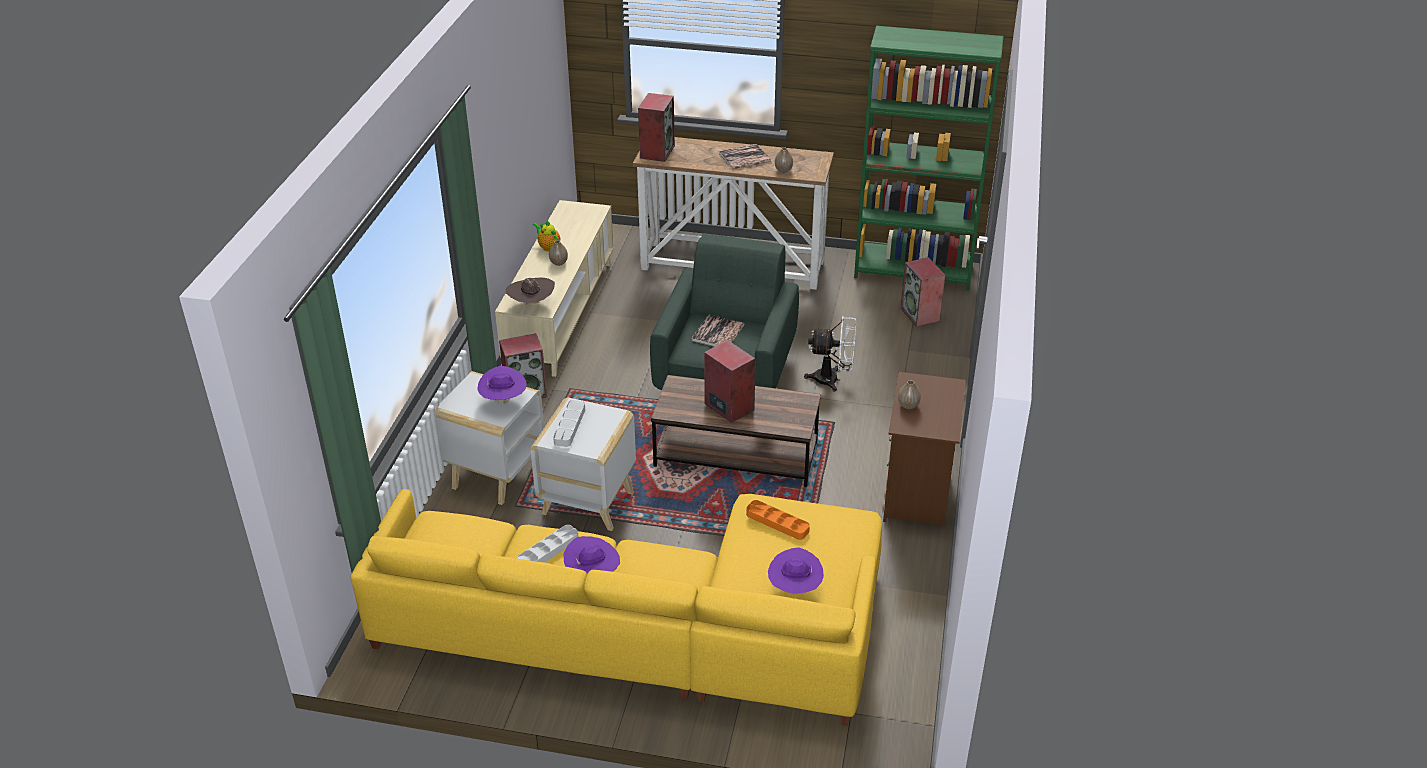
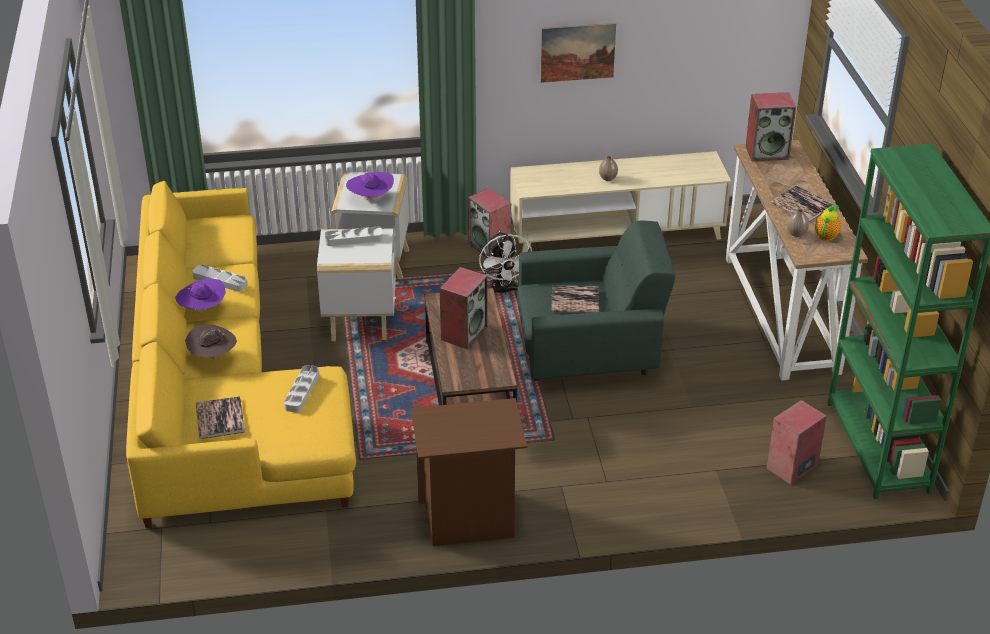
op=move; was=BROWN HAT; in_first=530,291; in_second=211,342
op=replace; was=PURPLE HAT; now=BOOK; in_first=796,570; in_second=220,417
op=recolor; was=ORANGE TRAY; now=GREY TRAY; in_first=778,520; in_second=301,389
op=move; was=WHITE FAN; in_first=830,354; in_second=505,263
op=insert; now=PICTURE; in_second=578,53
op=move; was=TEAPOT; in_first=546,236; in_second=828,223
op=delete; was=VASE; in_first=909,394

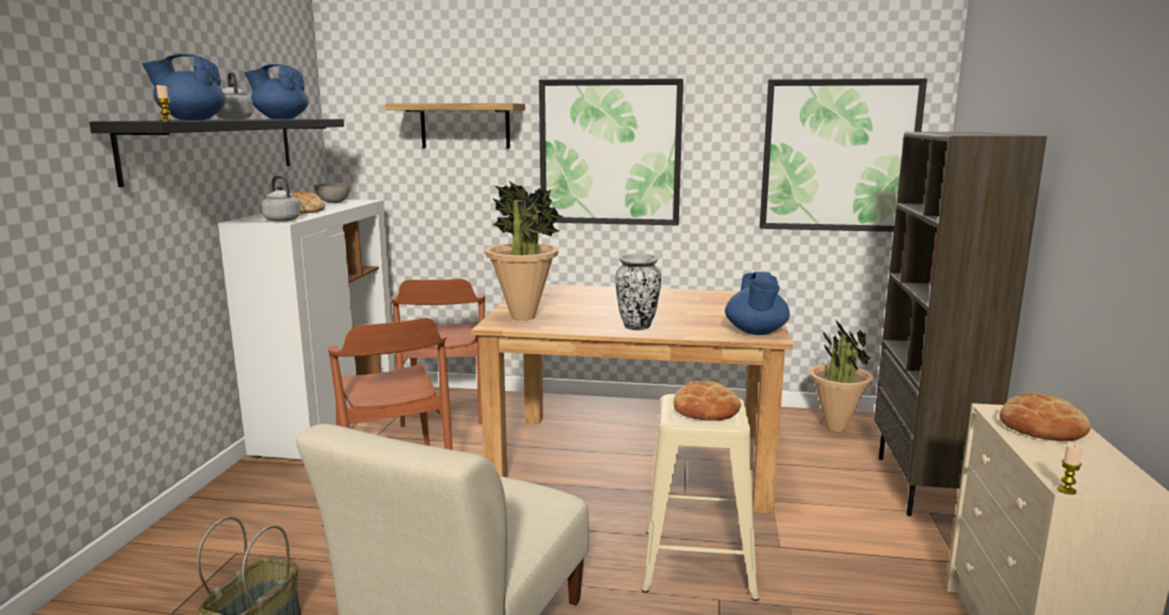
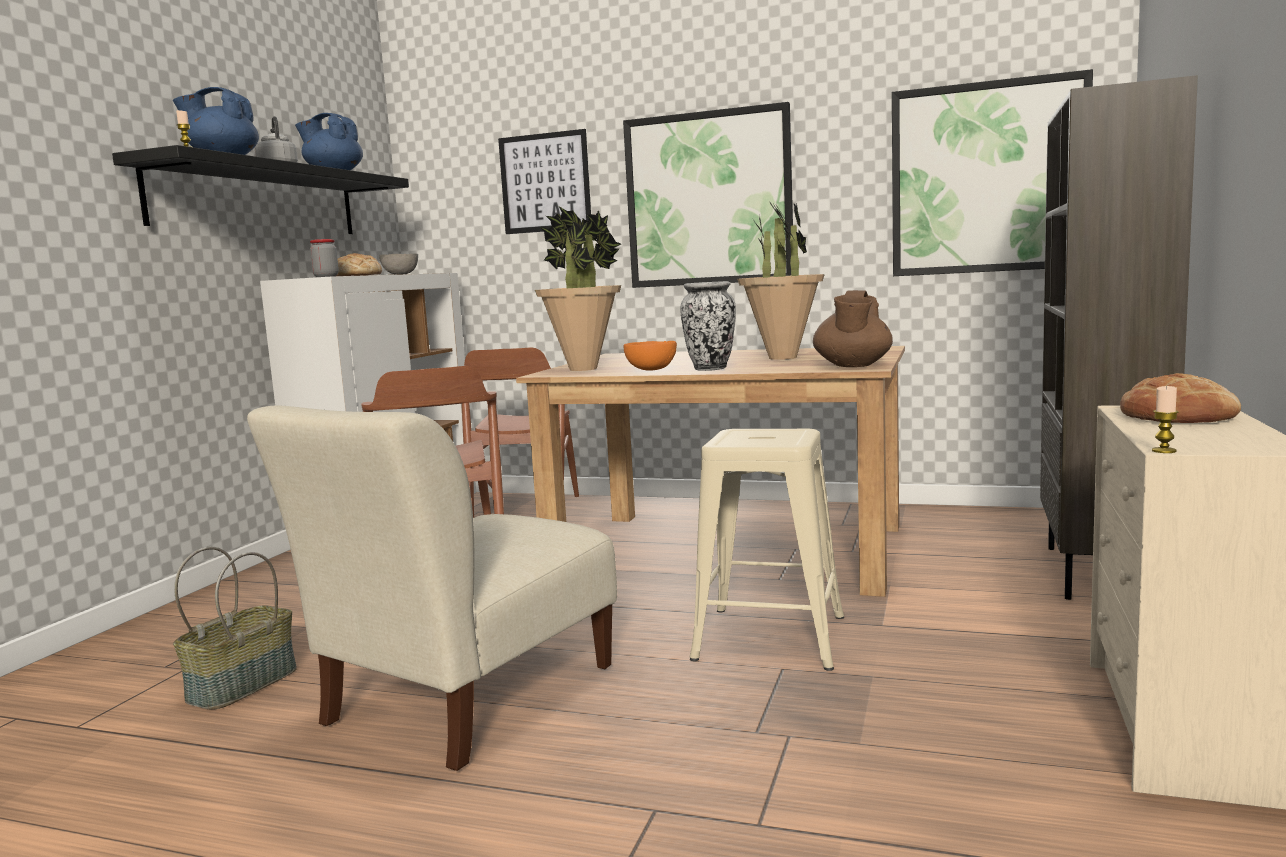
op=replace; was=GREY KETTLE; now=JAR; in_first=281,199; in_second=324,258
op=replace; was=SHELF; now=PICTURE; in_first=455,126; in_second=544,181
op=insert; now=ORANGE BOWL; in_second=650,356
op=move; was=POTTED PLANT; in_first=841,376; in_second=781,280
op=recolor; was=BLUE TEAPOT; now=BROWN TEAPOT; in_first=757,303; in_second=853,328
op=delete; was=BREAD; in_first=707,401

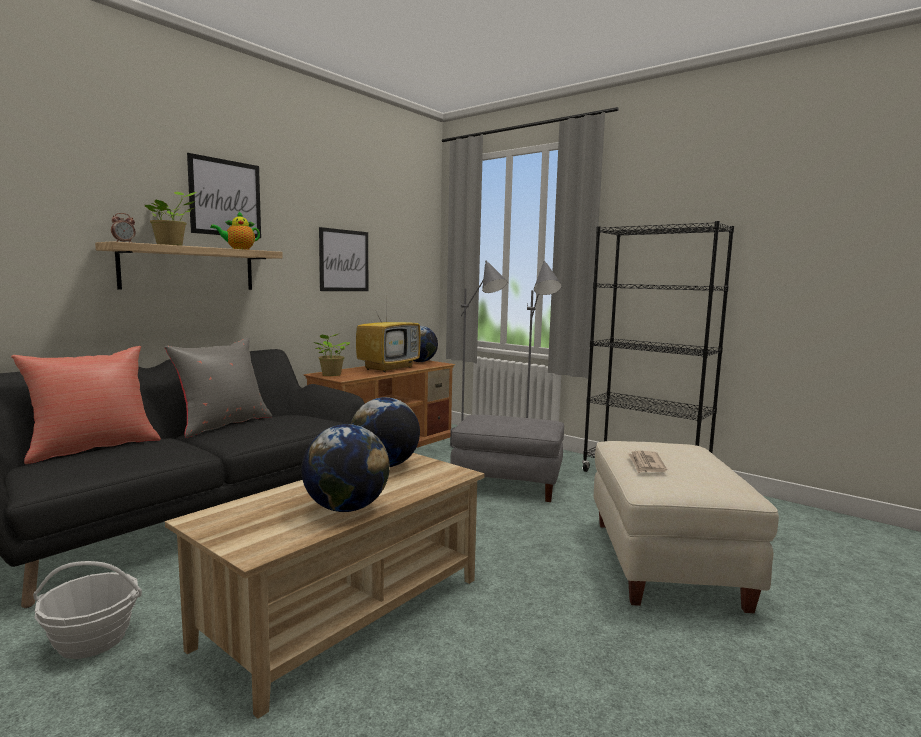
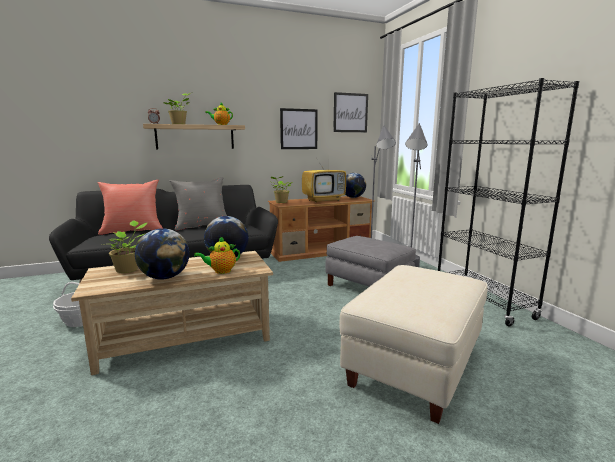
op=insert; now=POTTED PLANT; in_second=128,246
op=insert; now=TEAPOT; in_second=217,255
op=move; was=PICTURE; in_first=224,195; in_second=350,112
op=delete; was=NEWSPAPER; in_first=647,462

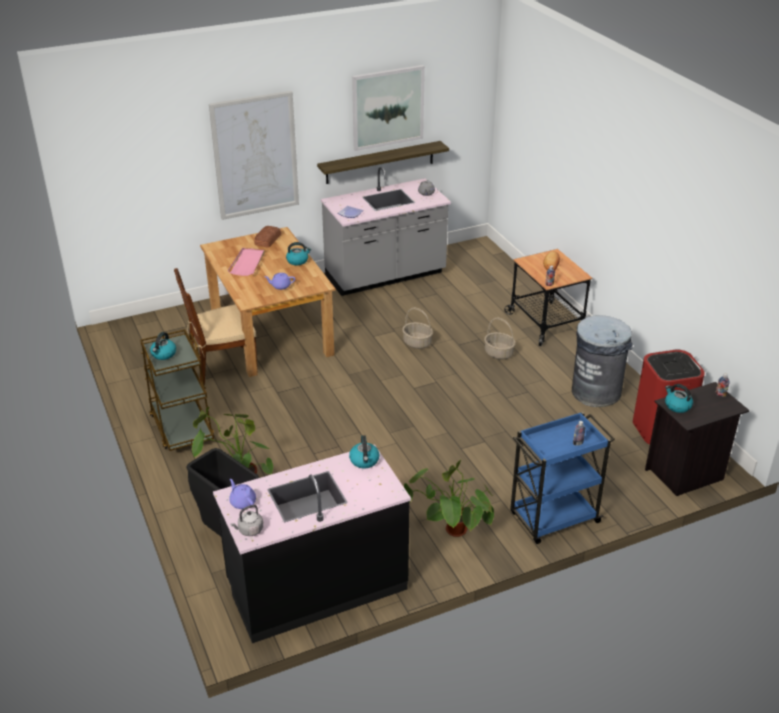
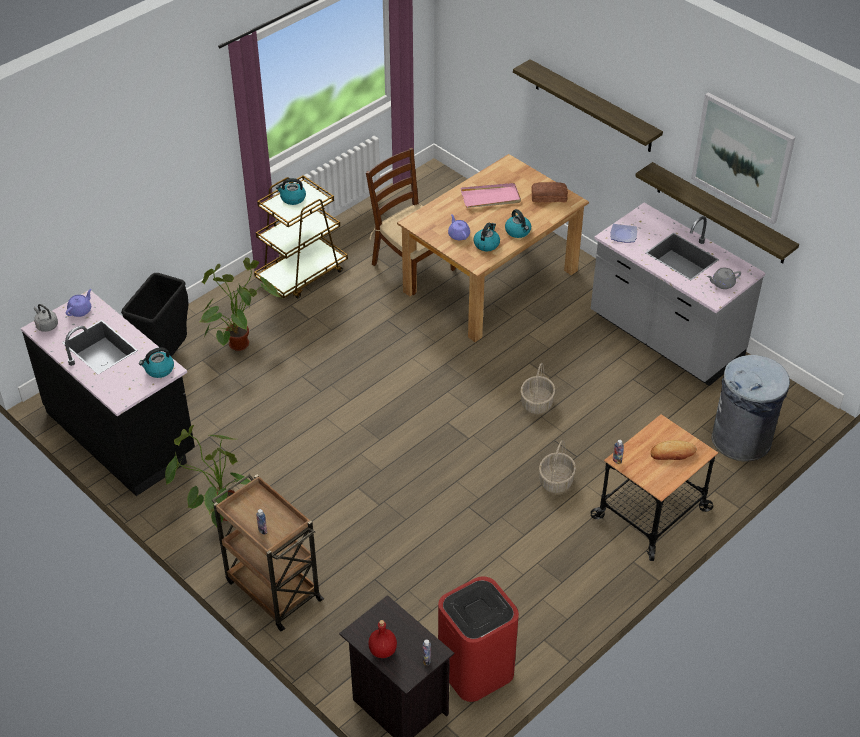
op=recolor; was=BLUE CART; now=BROWN CART; in_first=562,478; in_second=268,552
op=insert; now=RED BOTTLE; in_second=382,639
op=move; was=KETTLE; in_first=679,398; in_second=486,237
op=replace; was=PICTURE; now=SHELF; in_first=254,155; in_second=588,105
op=move; was=GREY TRASH CAN; in_first=602,361; in_second=751,408

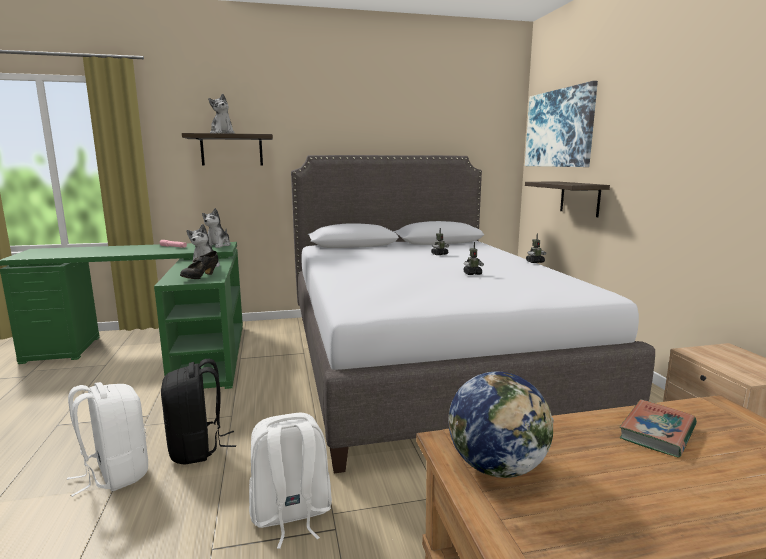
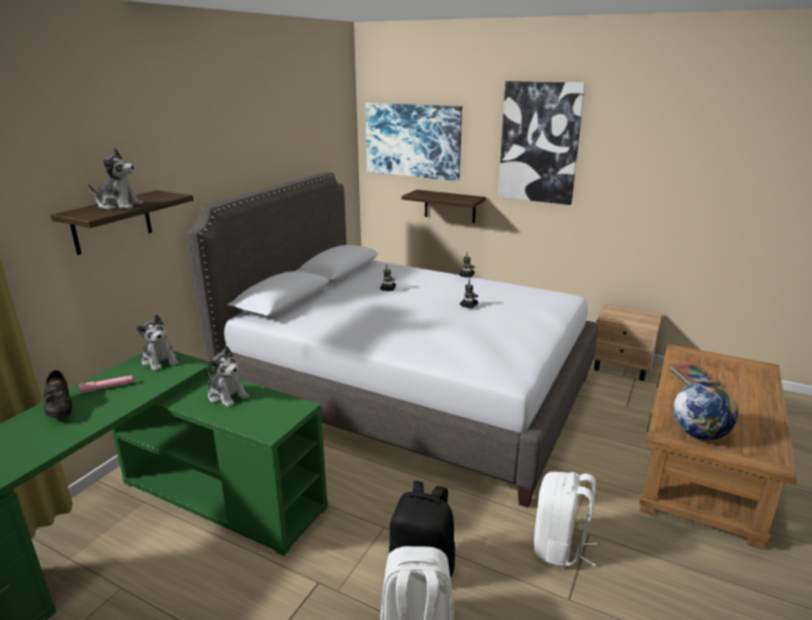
op=move; was=BLACK SHOE; in_first=199,265; in_second=57,394
op=insert; now=PICTURE; in_second=541,143

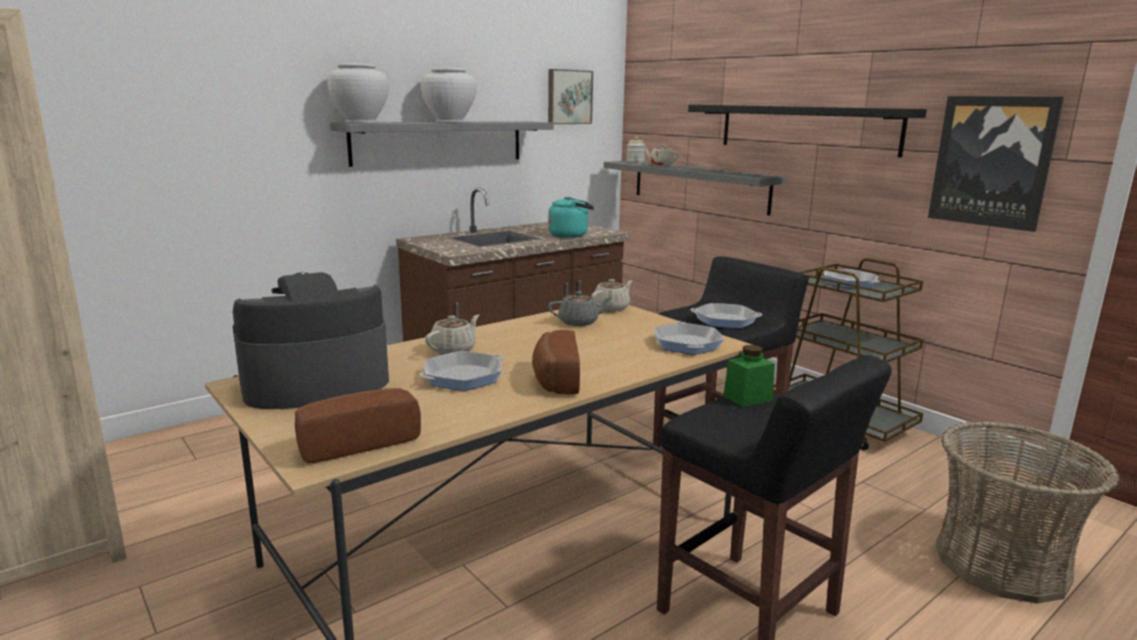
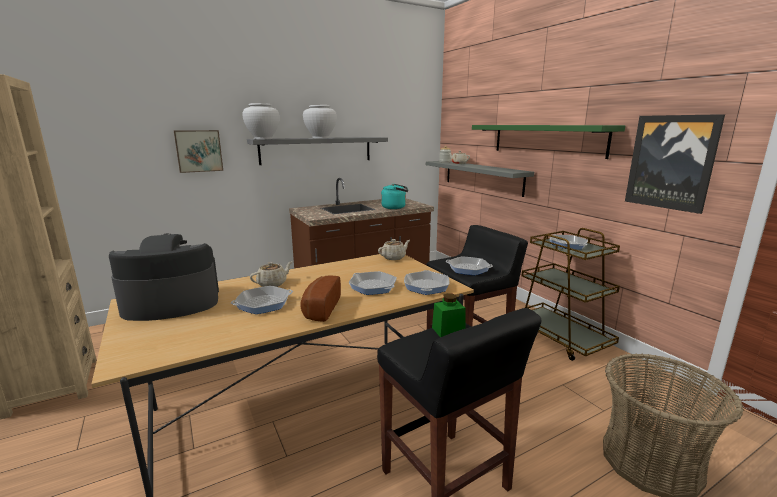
op=move; was=PICTURE; in_first=570,96; in_second=198,151
op=insert; now=FRYING PAN; in_second=372,283
op=recolor; was=BLACK SHELF; now=GREEN SHELF; in_first=807,131; in_second=548,142
op=delete; was=BREAD; in_first=358,425
op=delete; was=GREY TEAPOT; in_first=580,308

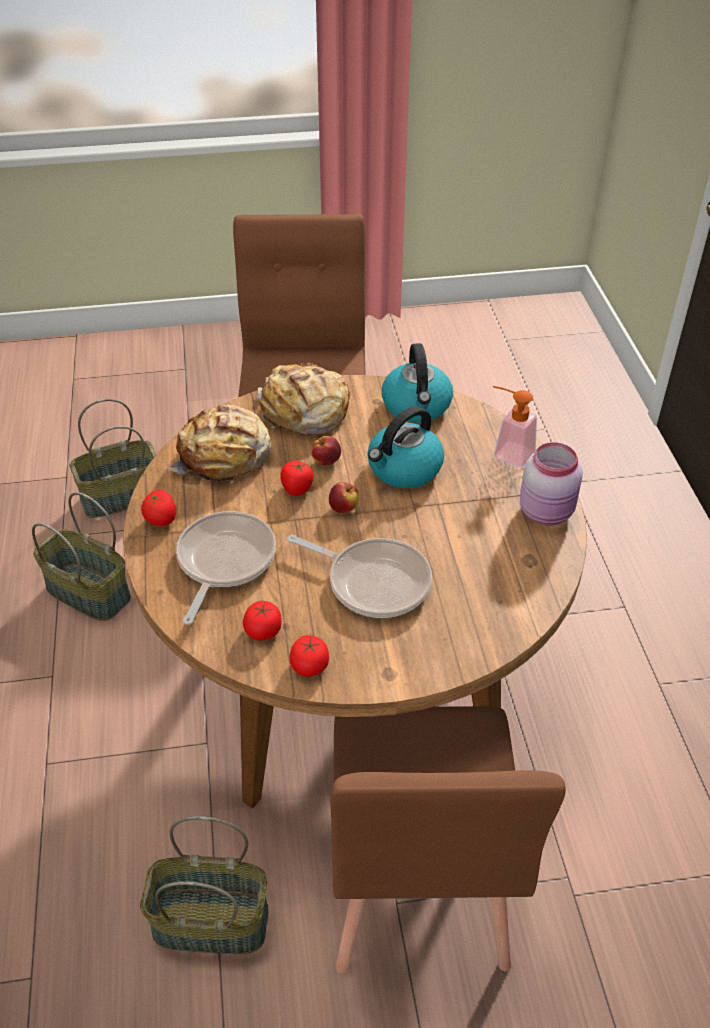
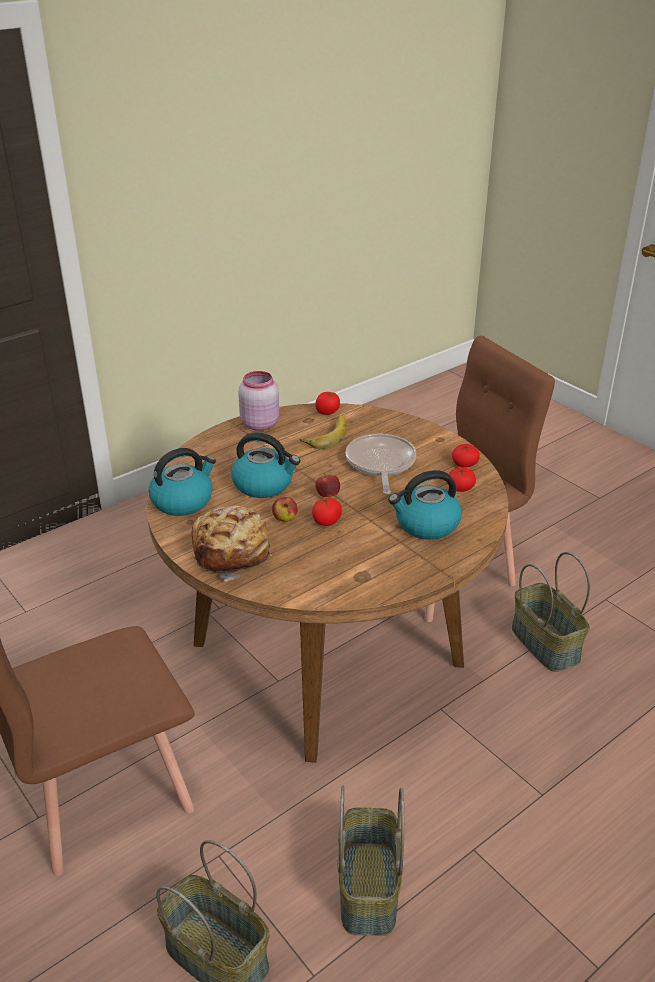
op=insert; now=BANANA; in_second=323,432
op=move; was=TOMATO; in_first=158,508; in_second=327,403
op=replace; was=FRYING PAN; now=KETTLE; in_first=226,568; in_second=425,505
op=delete; was=BREAD; in_first=219,443
op=delete; was=SOAP DISPENSER; in_first=515,427

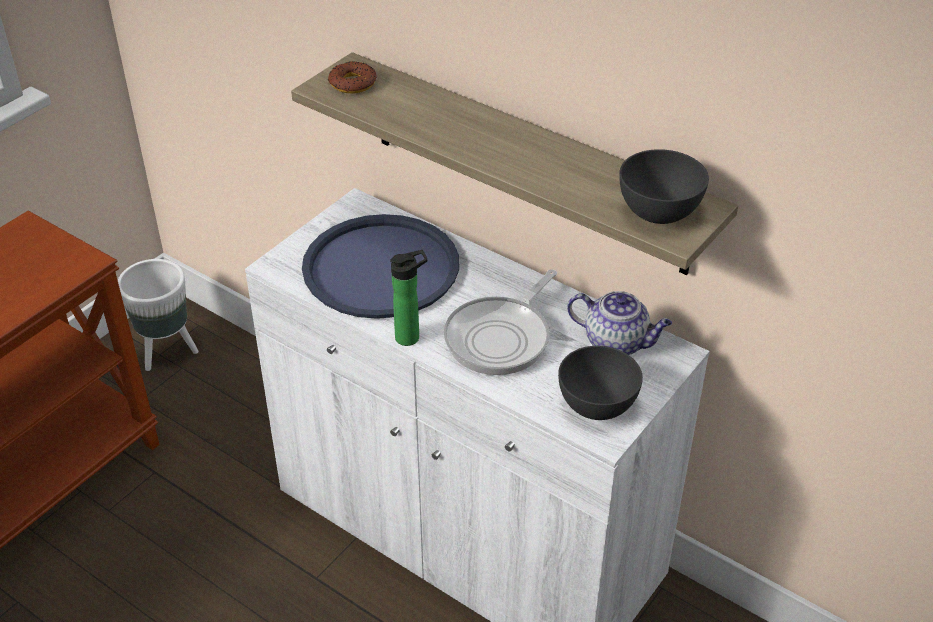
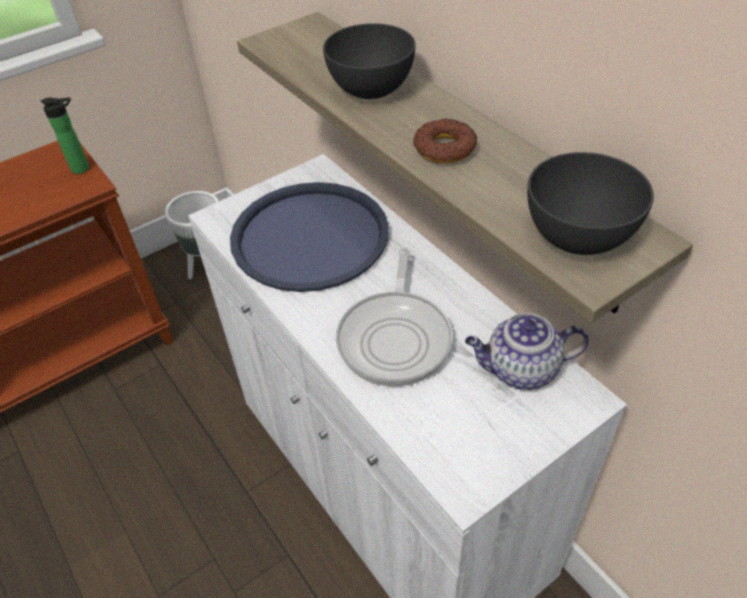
op=move; was=BOTTLE; in_first=408,298; in_second=65,135
op=move; was=GREY BOWL; in_first=600,383; in_second=369,61
op=rotate; was=FRYING PAN; in_first=500,322; in_second=394,317; clockwise=-45
op=move; was=DONUT; in_first=352,77; in_second=445,140
op=rotate; was=TEAPOT; in_first=619,323; in_second=527,351; clockwise=135

